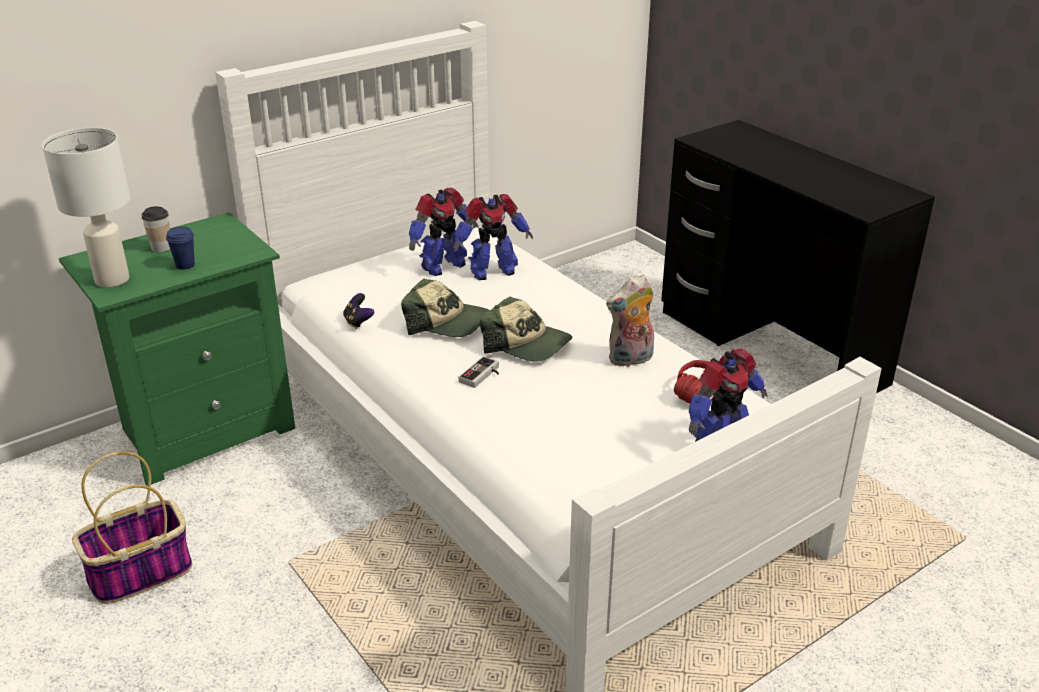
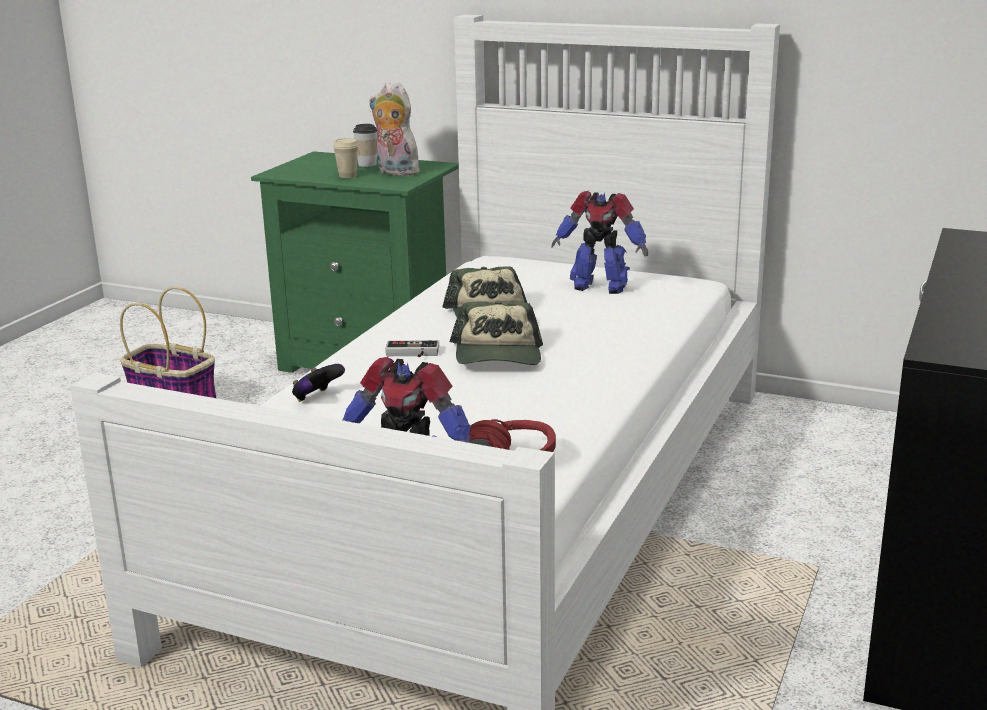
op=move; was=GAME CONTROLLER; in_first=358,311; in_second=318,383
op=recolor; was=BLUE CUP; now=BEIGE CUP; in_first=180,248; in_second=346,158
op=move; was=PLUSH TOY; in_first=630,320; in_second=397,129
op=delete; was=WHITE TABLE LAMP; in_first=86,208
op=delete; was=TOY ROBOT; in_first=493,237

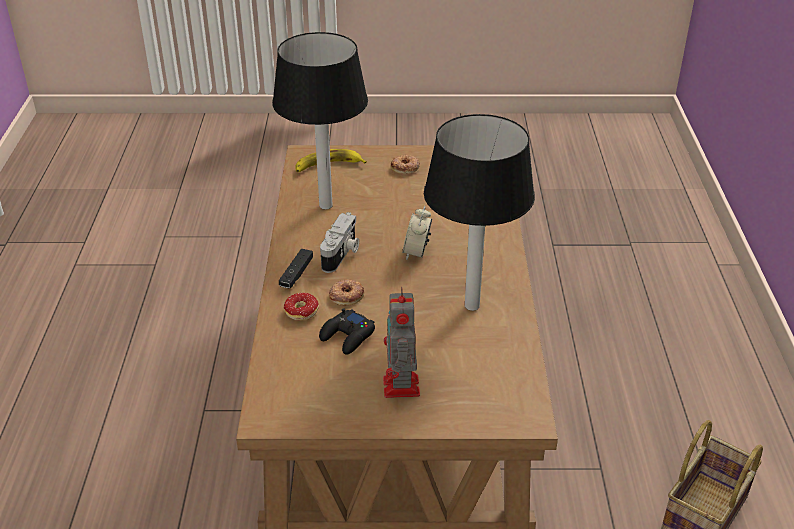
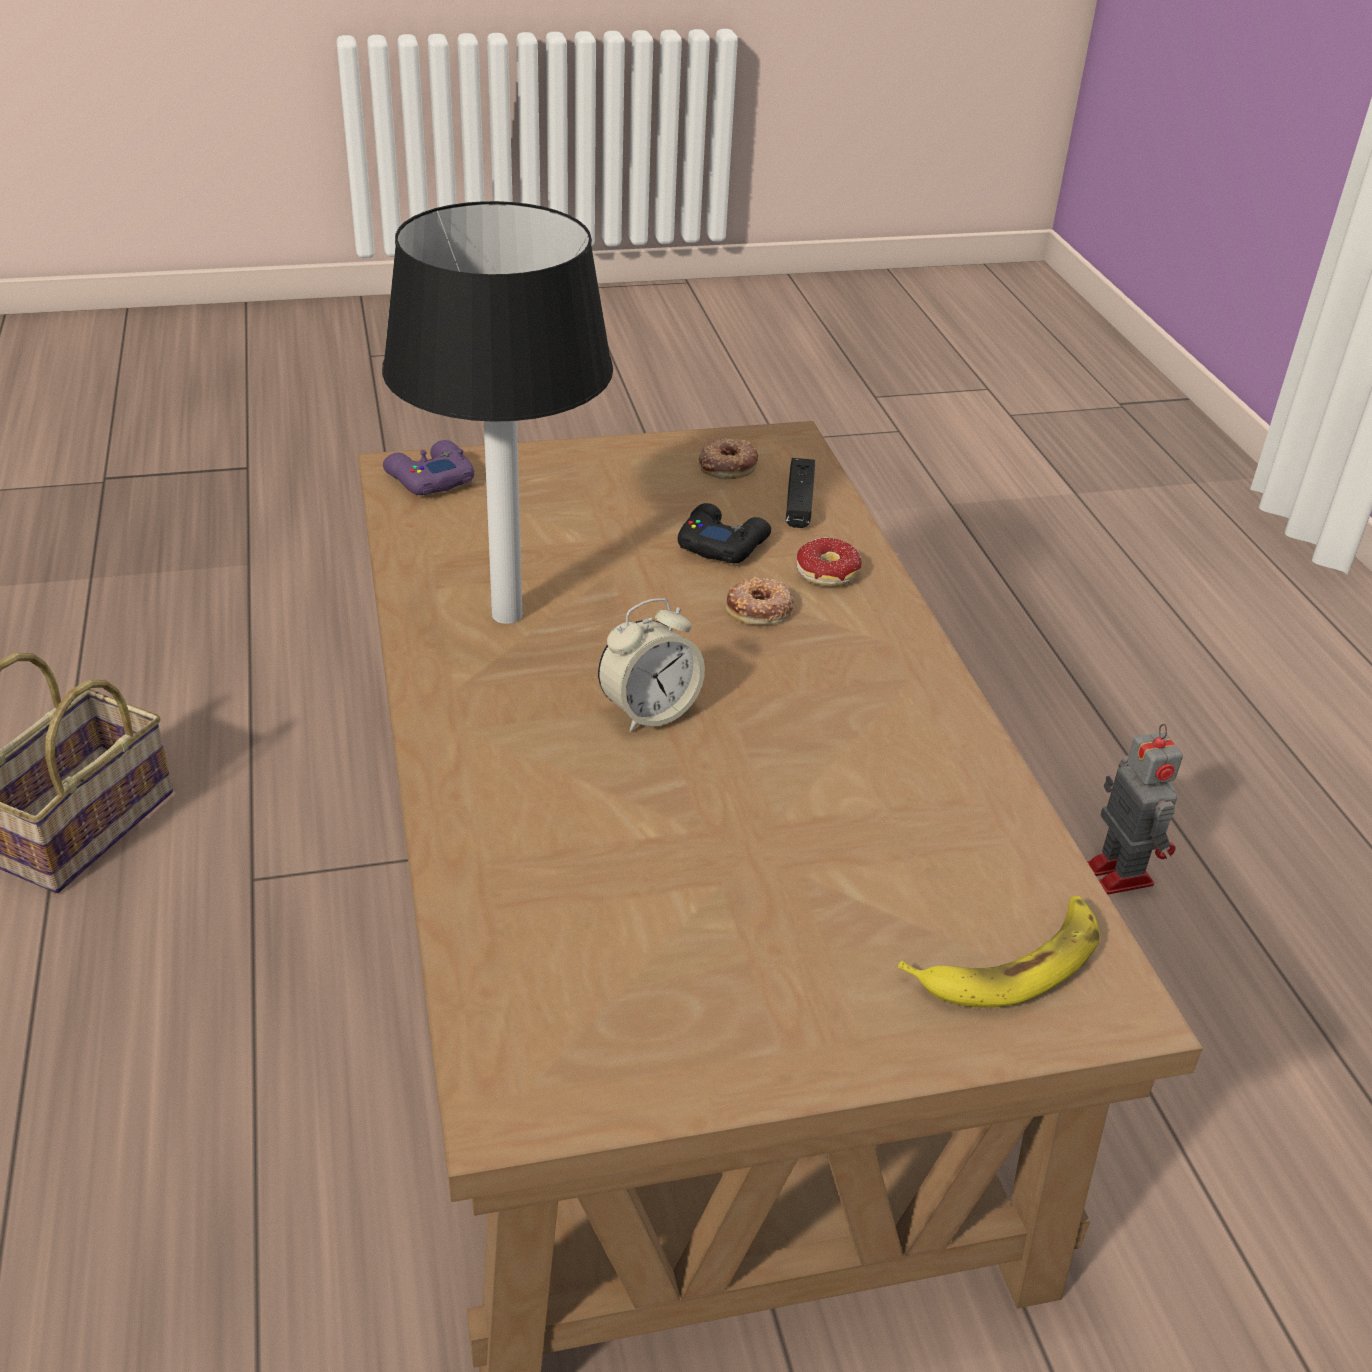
op=insert; now=PURPLE GAME CONTROLLER; in_second=428,467
op=rotate; was=ALARM CLOCK; in_first=417,233; in_second=651,665; clockwise=60
op=move; was=DONUT; in_first=405,164; in_second=728,458
op=move; was=BLACK GAME CONTROLLER; in_first=296,268; in_second=800,493
op=move; was=TOY ROBOT; in_first=401,342; in_second=1135,809
op=delete; was=TABLE LAMP; in_first=320,120
op=delete; was=PHOTO CAMERA; in_first=339,242

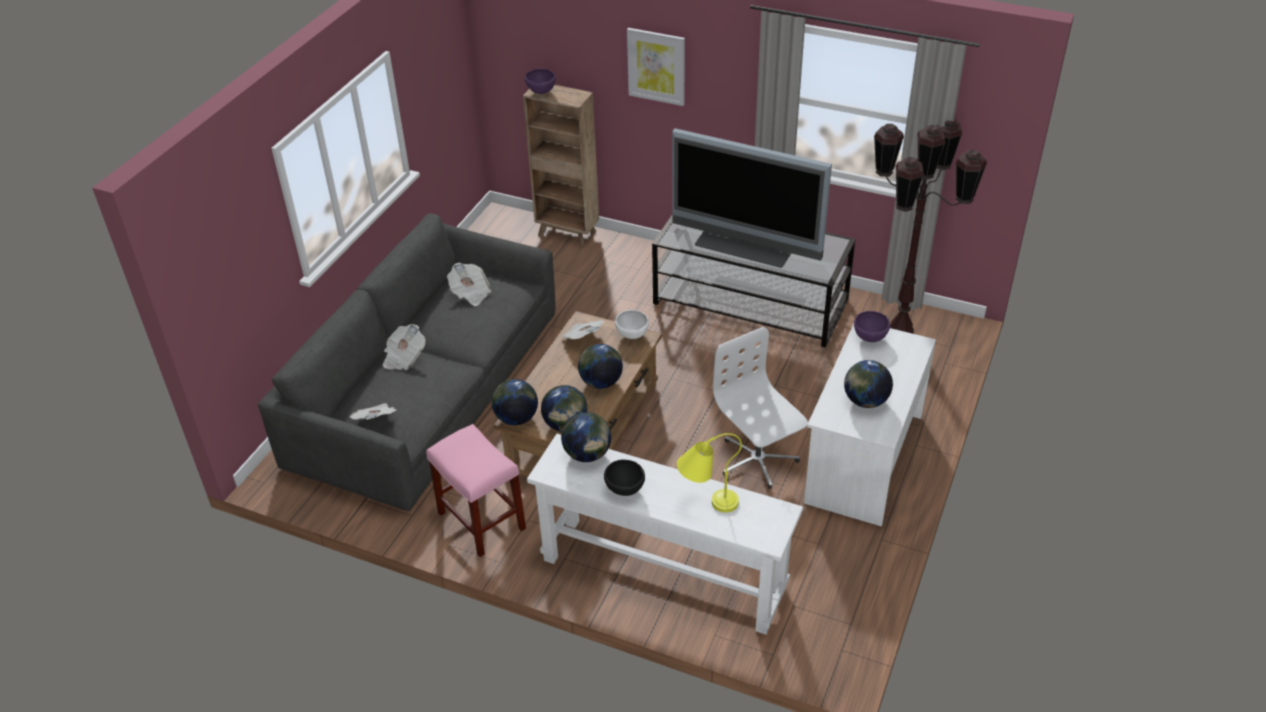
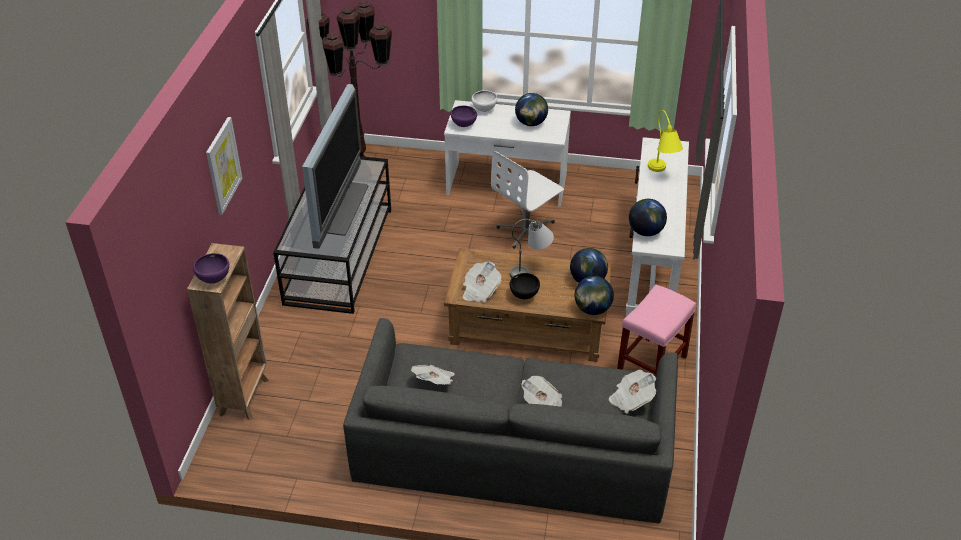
op=move; was=WHITE BOWL; in_first=632,324; in_second=484,101
op=replace; was=GLOBE; now=GREY TABLE LAMP; in_first=600,366; in_second=532,248
op=move; was=BLACK BOWL; in_first=624,478; in_second=525,286

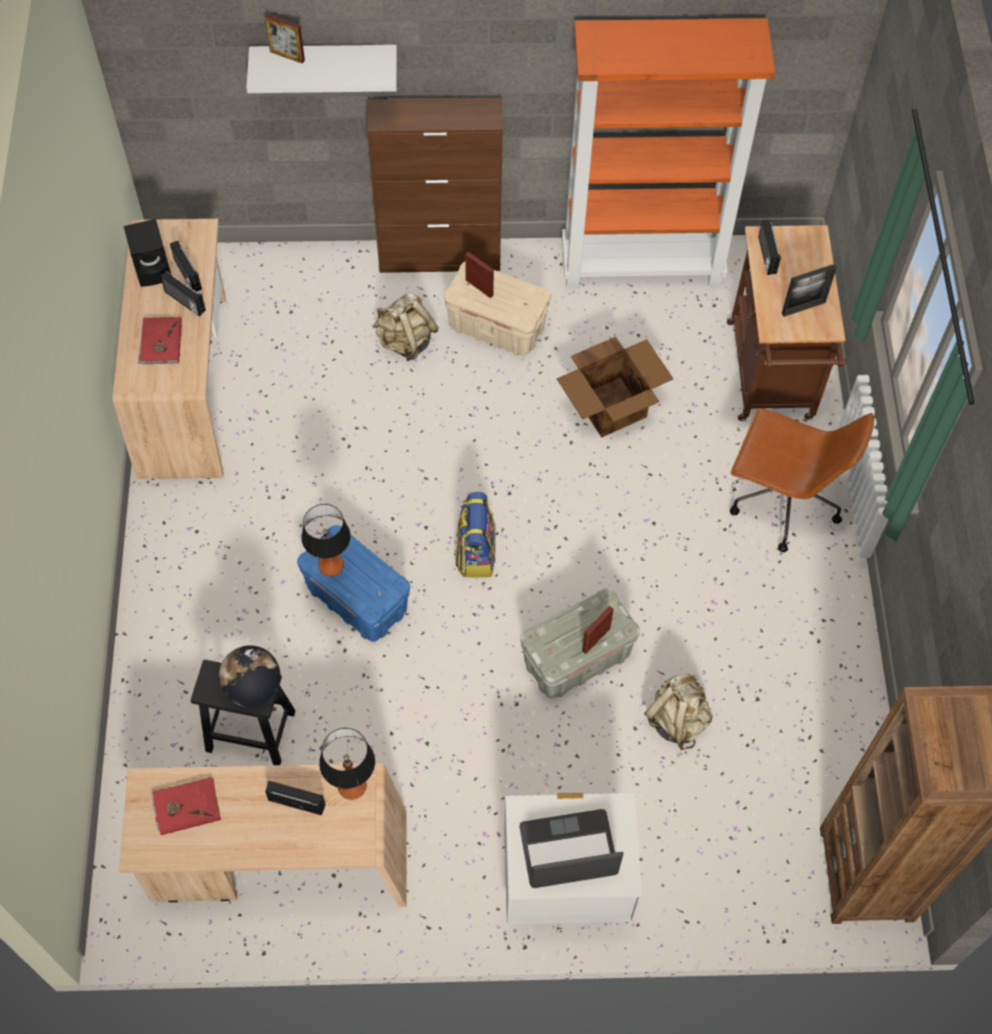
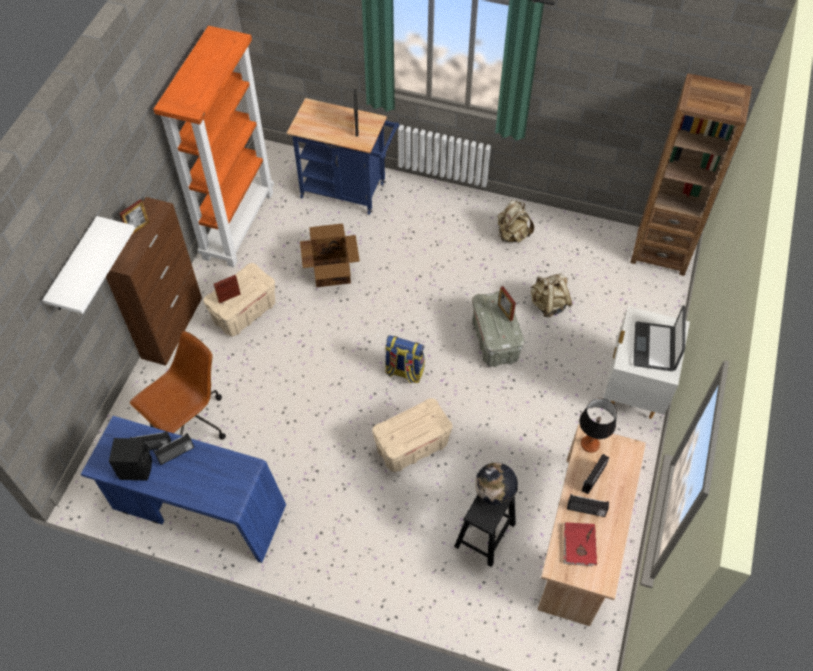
op=recolor; was=BEIGE DESK; now=BLUE DESK; in_first=169,349; in_second=183,489
op=move; was=PICTURE FRAME; in_first=285,39; in_second=134,217
op=move; was=BROWN OFFICE CHAIR; in_first=801,480; in_second=178,385
op=recolor; was=BROWN CART; now=BLUE CART; in_first=786,323; in_second=343,156
op=recolor; was=BLUE STORAGE BOX; now=BEIGE STORAGE BOX; in_first=353,583; in_second=412,435
op=move; was=BEIGE BACKPACK; in_first=406,326; in_second=516,221
op=move; was=RADIO; in_first=769,247; in_second=588,505
op=delete; was=RED BOOK; in_first=160,340
op=delete; was=TABLE LAMP; in_first=326,540

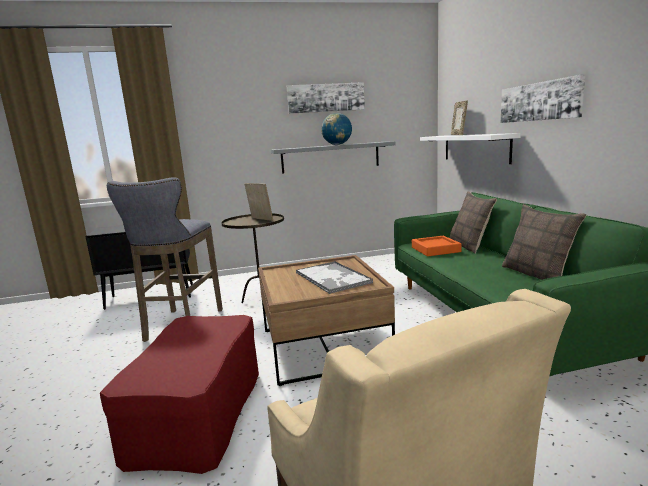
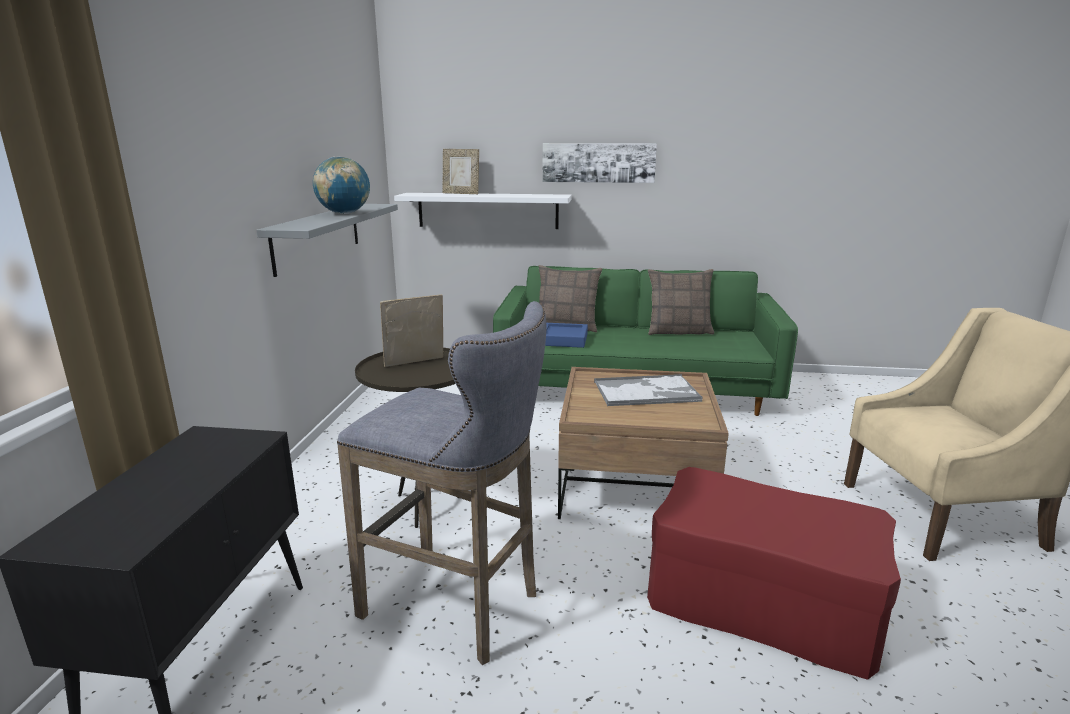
op=recolor; was=ORANGE TRAY; now=BLUE TRAY; in_first=437,246; in_second=566,335
op=delete; was=PICTURE; in_first=326,98

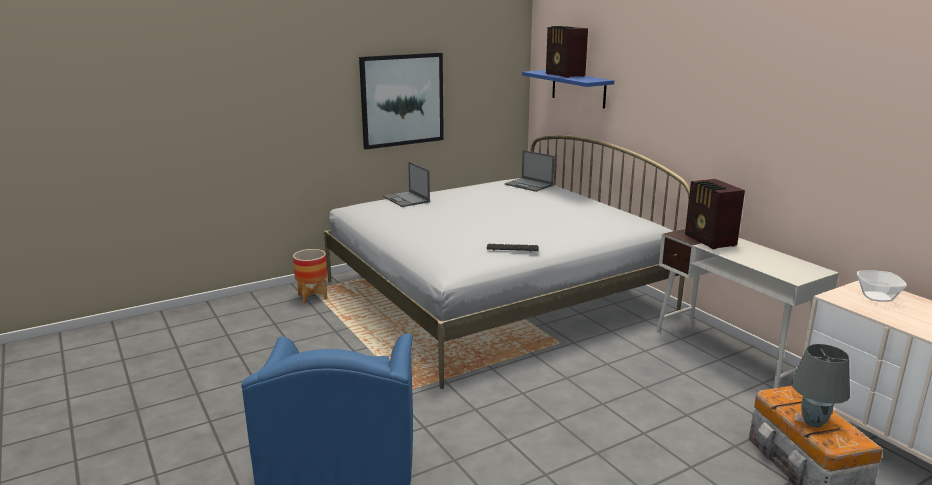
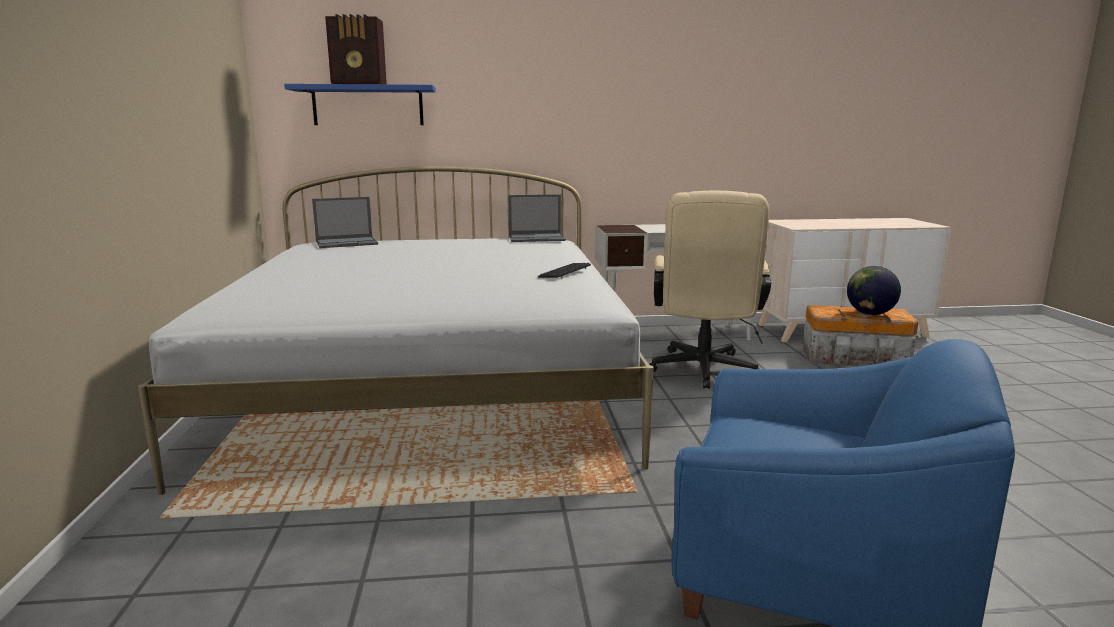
op=move; was=LAPTOP; in_first=406,184; in_second=537,218
op=insert; now=BEIGE OFFICE CHAIR; in_second=710,290
op=replace; was=GREY TABLE LAMP; now=GLOBE; in_first=820,385; in_second=874,290
op=delete; was=PLANTER; in_first=310,276
op=delete; was=PICTURE; in_first=401,101
op=delete; was=RADIO; in_first=715,214
op=delete; was=BOWL; in_first=882,286

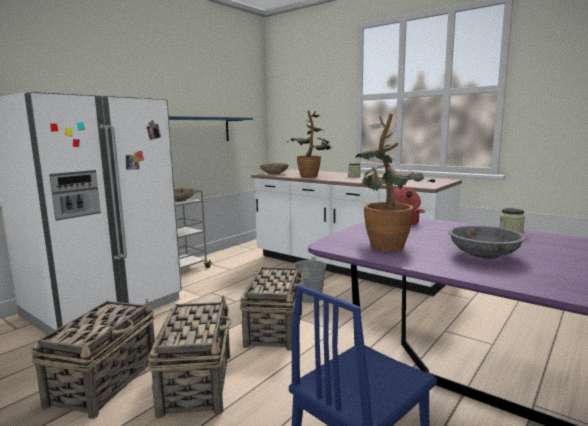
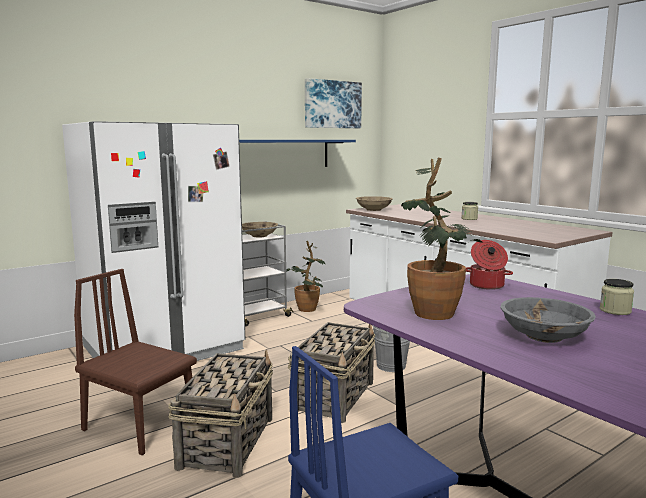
op=replace; was=BASKET; now=BROWN CHAIR; in_first=93,359; in_second=135,362
op=move; was=POTTED PLANT; in_first=309,144; in_second=305,276
op=insert; now=PICTURE; in_second=333,103

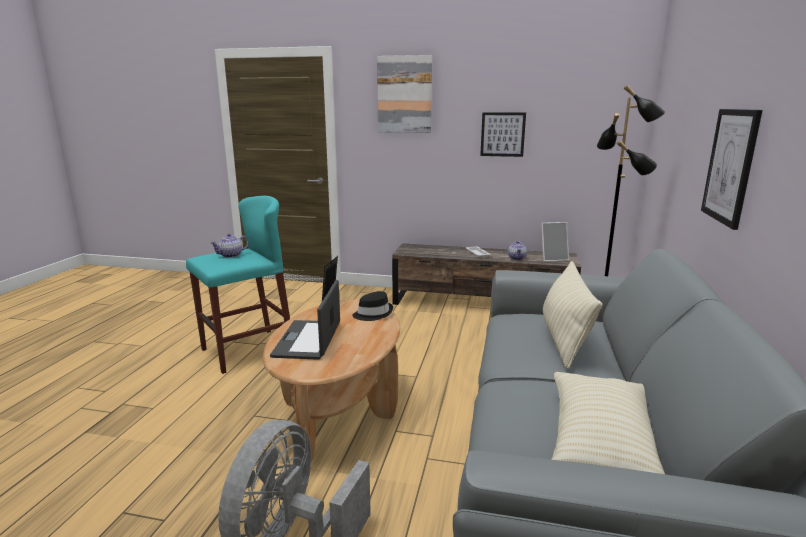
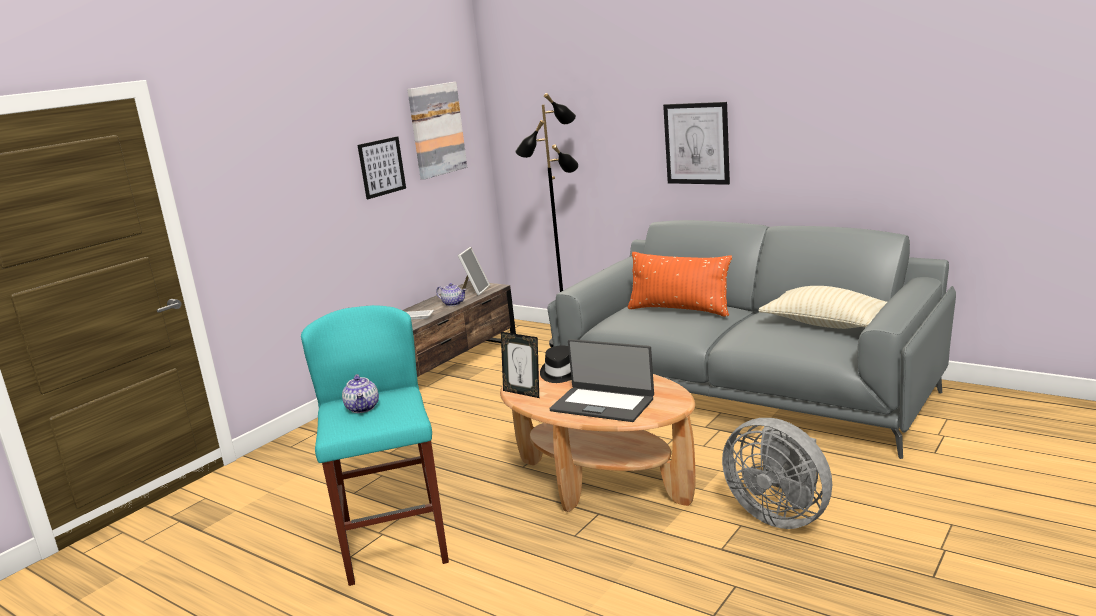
op=move; was=PICTURE; in_first=404,94; in_second=437,131
op=recolor; was=BEIGE PILLOW; now=ORANGE PILLOW; in_first=573,315; in_second=680,284

